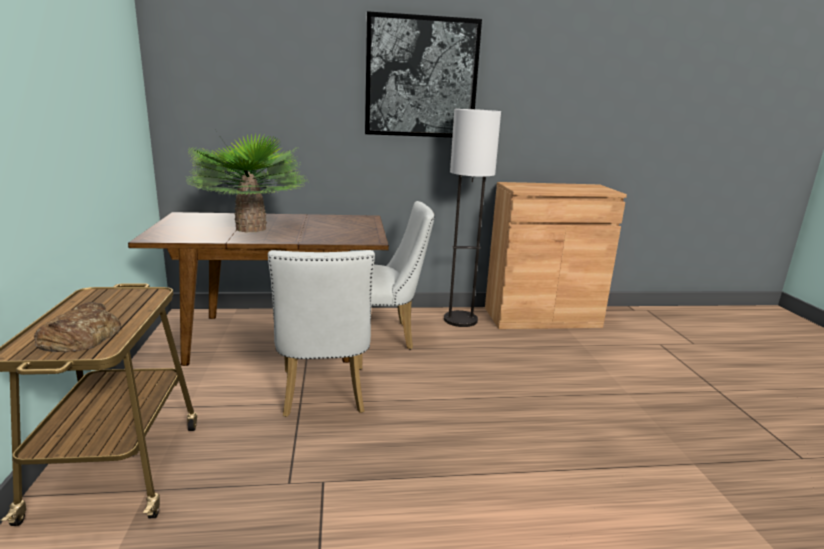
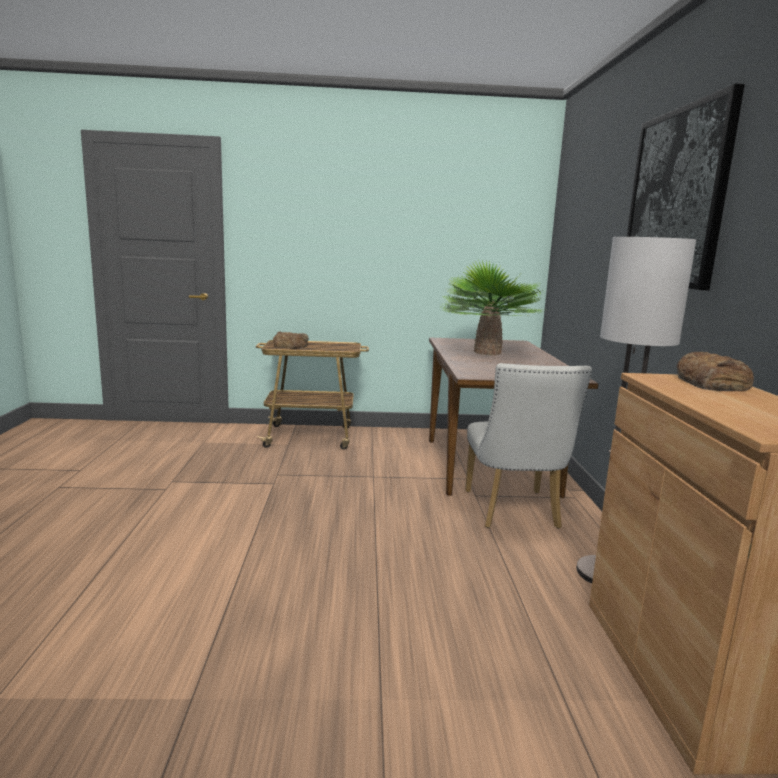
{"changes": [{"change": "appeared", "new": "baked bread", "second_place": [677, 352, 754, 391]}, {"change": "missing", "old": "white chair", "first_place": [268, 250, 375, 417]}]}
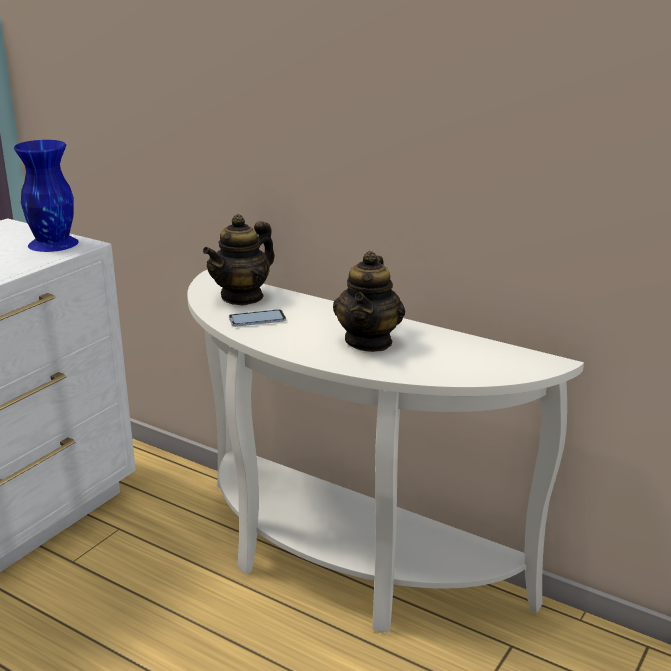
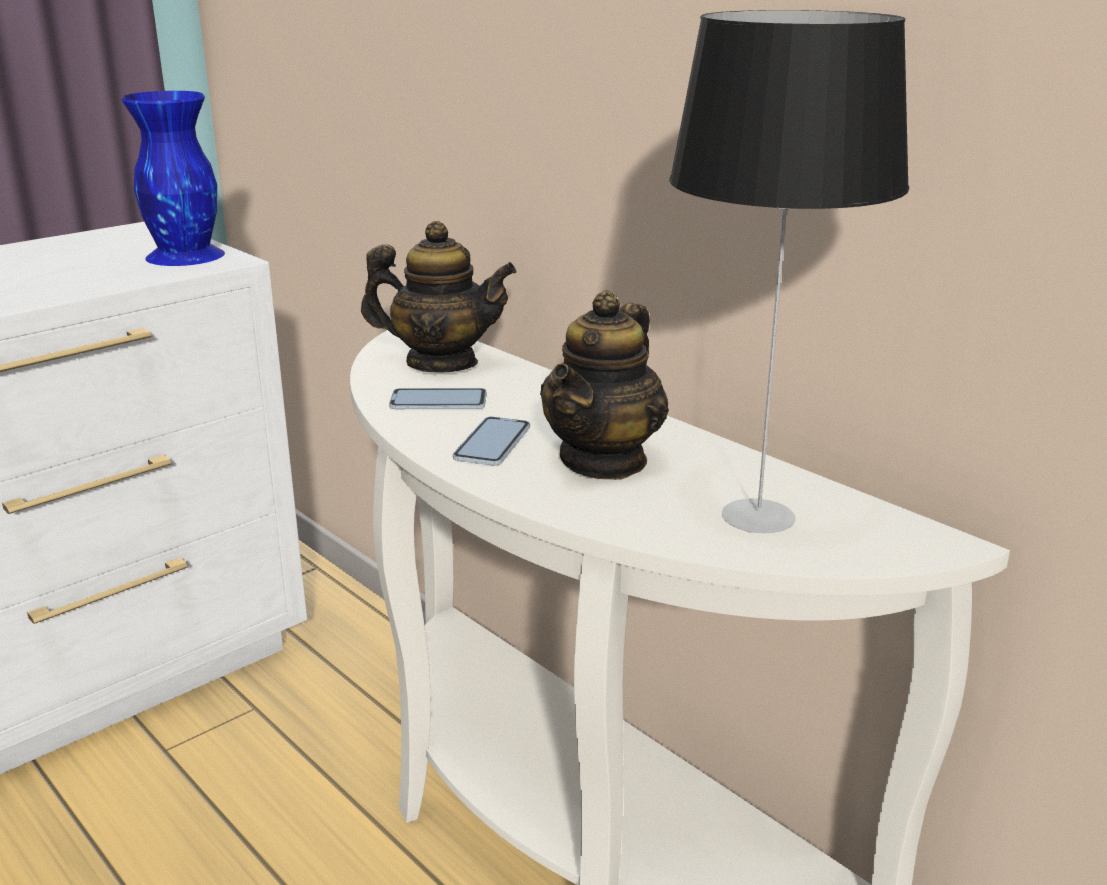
{"changes": [{"change": "spun", "old": "tea pot", "first_place": [203, 214, 275, 306], "second_place": [361, 221, 516, 373], "degrees": -135}, {"change": "appeared", "new": "telephone", "second_place": [453, 417, 530, 466]}, {"change": "appeared", "new": "lamp for a table", "second_place": [669, 10, 909, 533]}]}
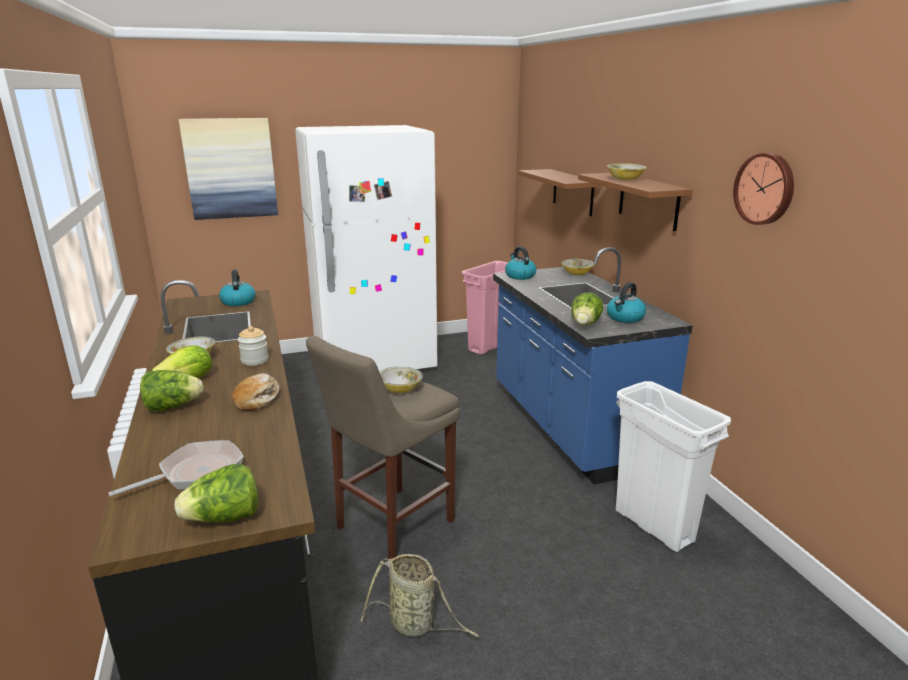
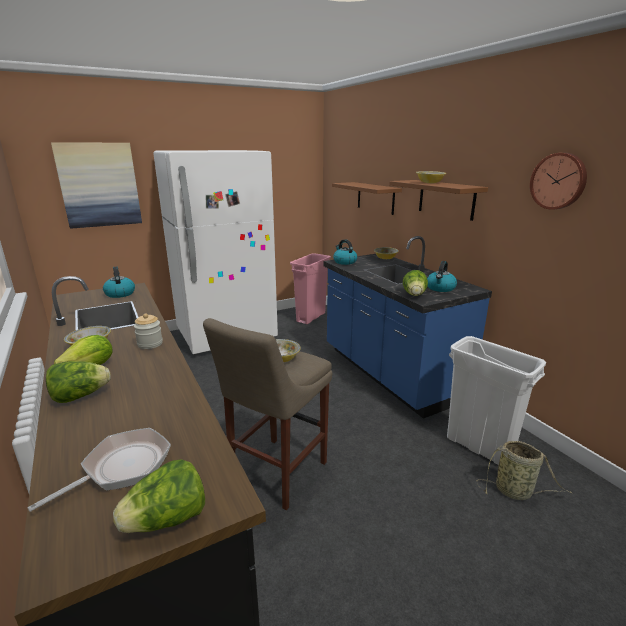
{"changes": [{"change": "relocated", "old": "storage basket", "first_place": [361, 554, 479, 637], "second_place": [476, 441, 572, 500]}, {"change": "missing", "old": "baked bread", "first_place": [232, 373, 279, 411]}]}
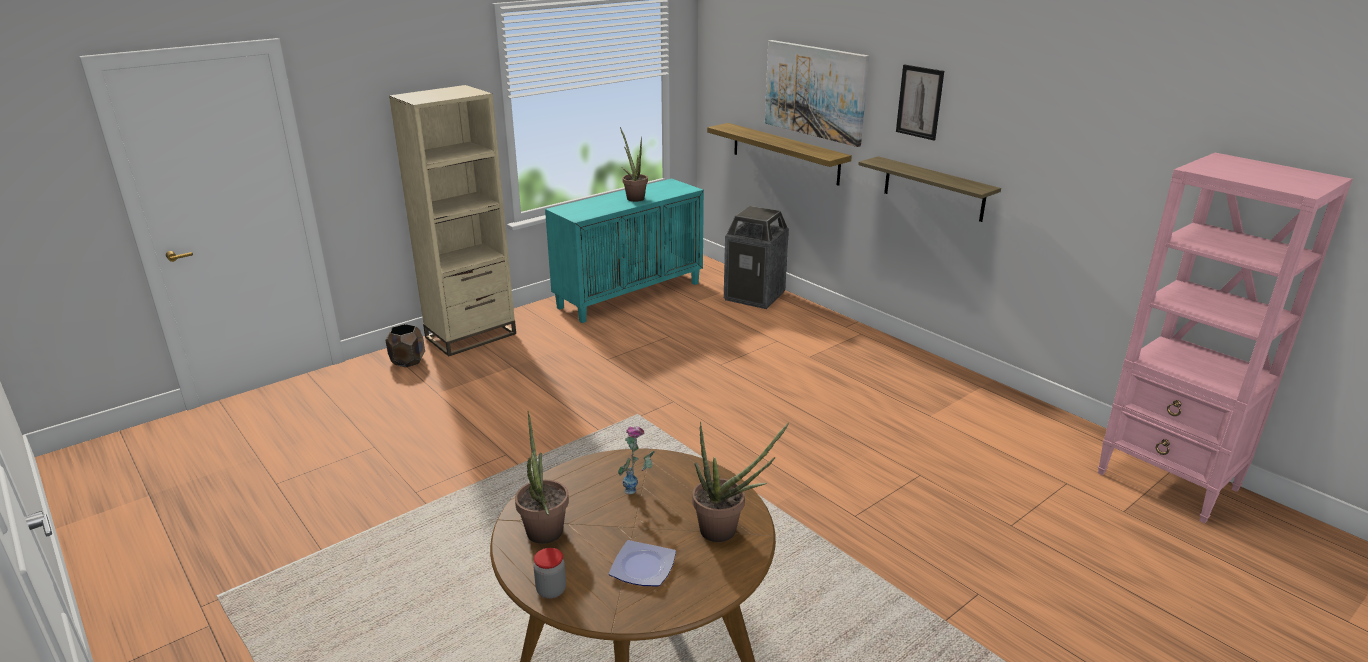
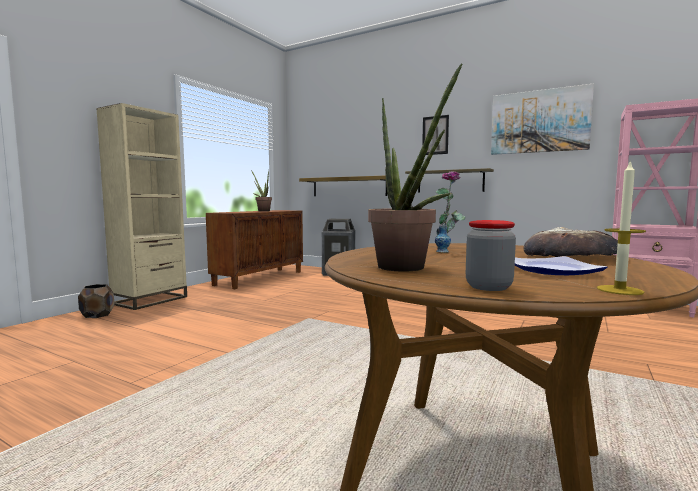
{"changes": [{"change": "colour", "old": "turquoise-coloured storage cabinet", "new": "brown storage cabinet", "first_place": [545, 178, 704, 323], "second_place": [206, 210, 303, 289]}, {"change": "relocated", "old": "wall picture", "first_place": [765, 40, 869, 147], "second_place": [491, 84, 594, 155]}, {"change": "exchanged", "old": "plant in a pot", "new": "baked bread", "first_place": [692, 422, 789, 542], "second_place": [524, 227, 618, 257]}, {"change": "appeared", "new": "candle", "second_place": [597, 160, 646, 295]}]}
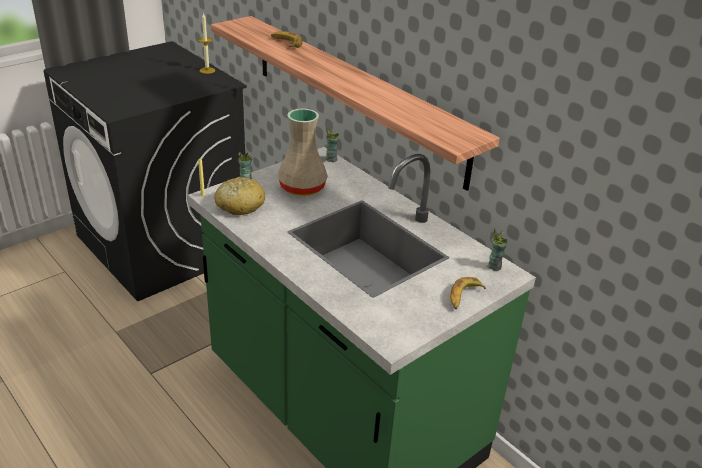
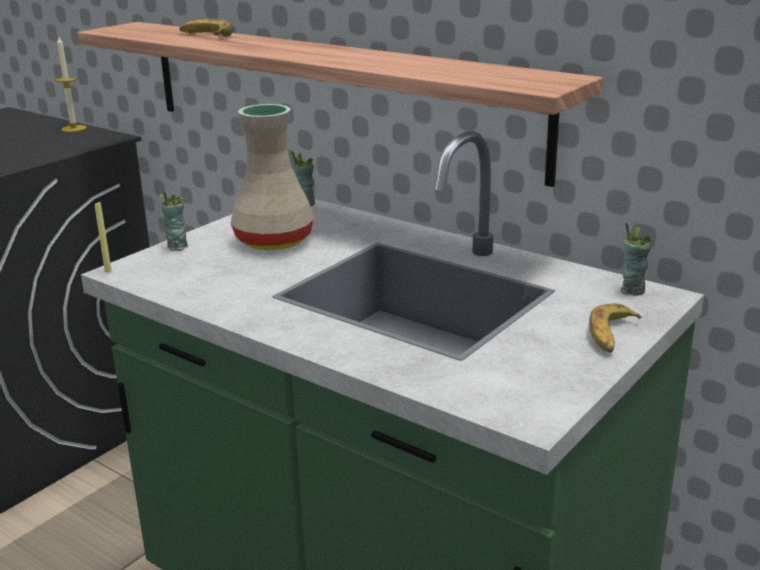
{"changes": [{"change": "missing", "old": "baked bread", "first_place": [214, 177, 265, 215]}]}
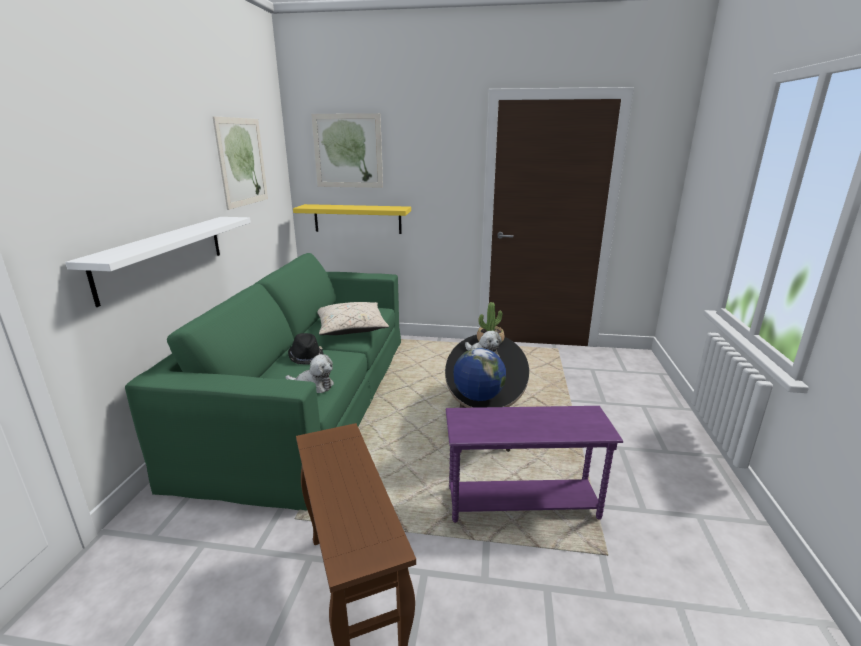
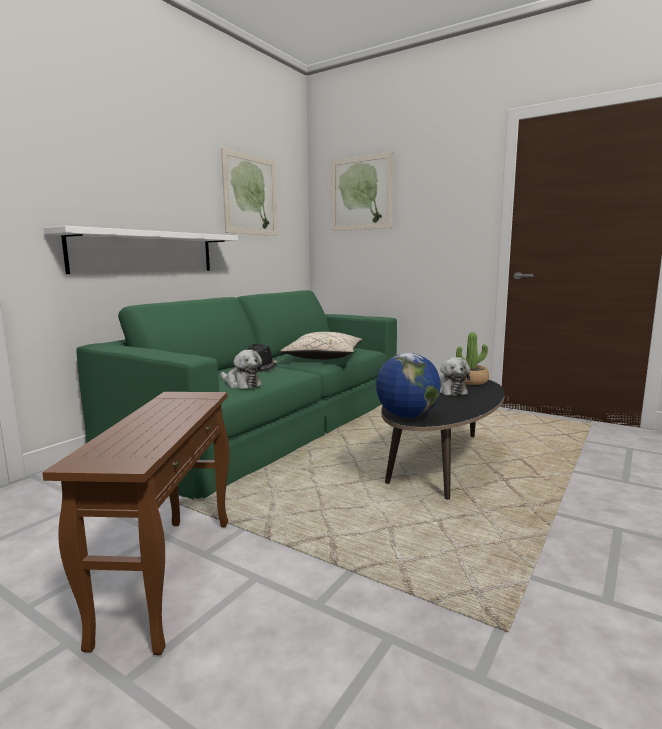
{"changes": [{"change": "missing", "old": "yellowish wall shelf", "first_place": [293, 204, 411, 234]}, {"change": "missing", "old": "purple-coloured end table", "first_place": [446, 406, 623, 523]}]}
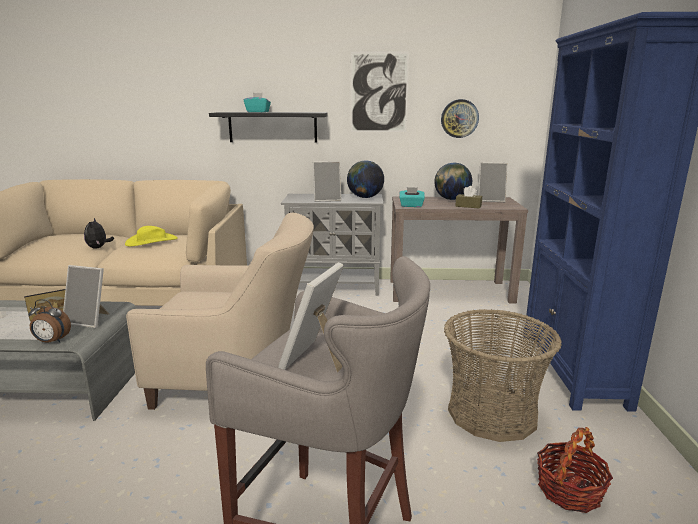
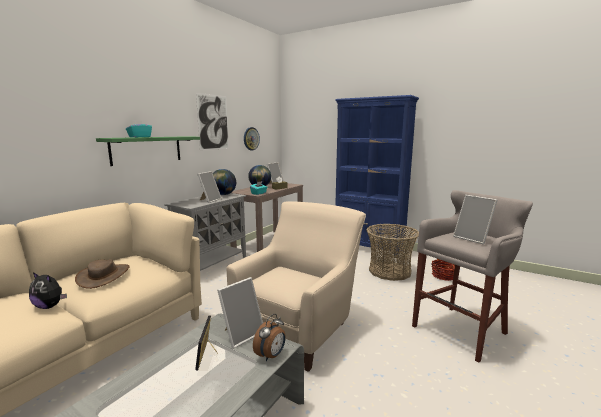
{"changes": [{"change": "colour", "old": "yellowish clothing hat", "new": "brown clothing hat", "first_place": [125, 226, 178, 246], "second_place": [75, 259, 130, 289]}, {"change": "colour", "old": "black wall shelf", "new": "greenish wall shelf", "first_place": [209, 112, 328, 143], "second_place": [96, 136, 200, 166]}]}
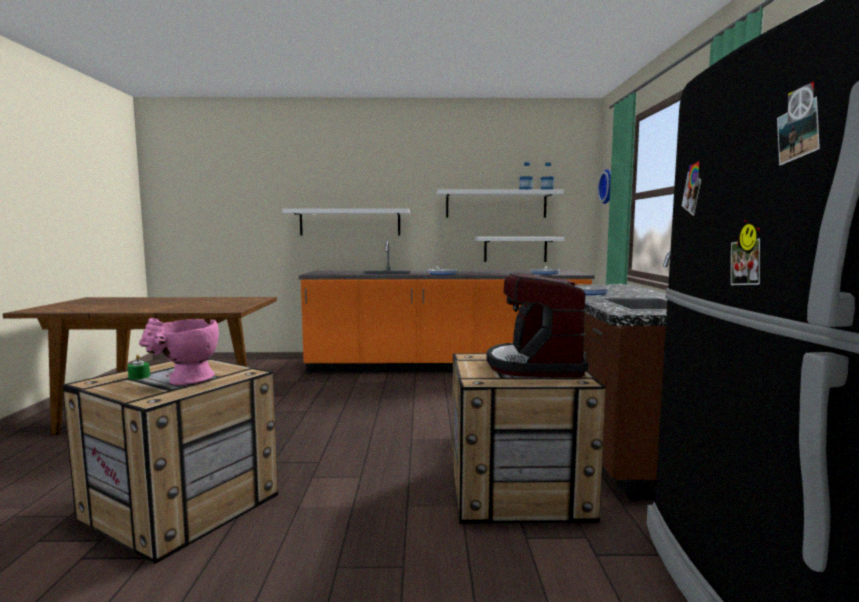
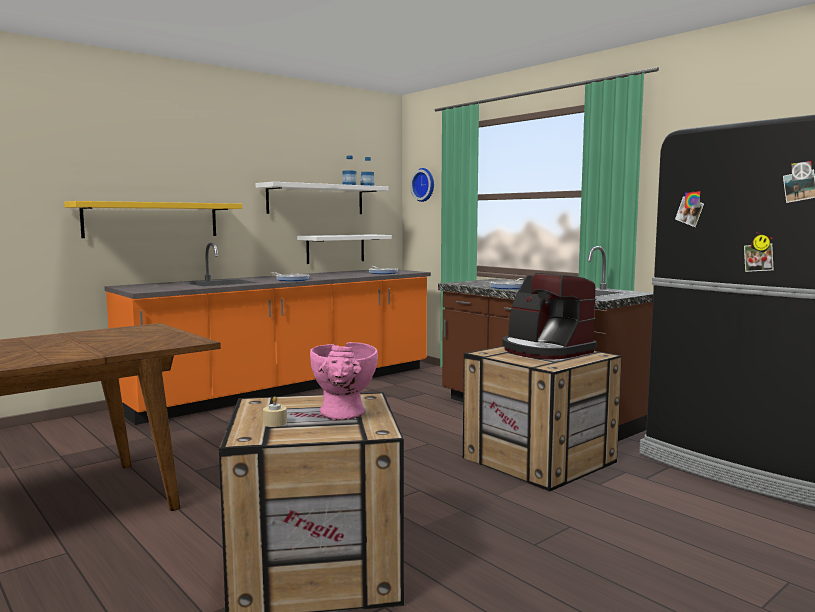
{"changes": [{"change": "colour", "old": "white wall shelf", "new": "yellowish wall shelf", "first_place": [282, 209, 410, 236], "second_place": [64, 201, 242, 238]}, {"change": "colour", "old": "greenish candle", "new": "sand-coloured candle", "first_place": [128, 355, 150, 379], "second_place": [263, 396, 287, 427]}]}
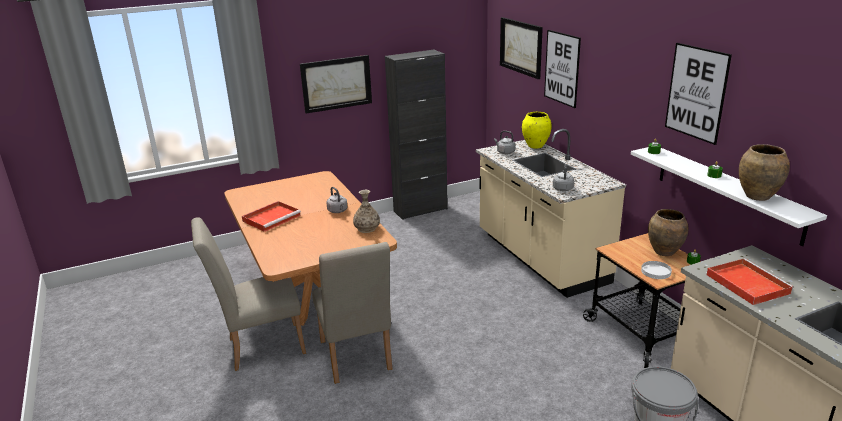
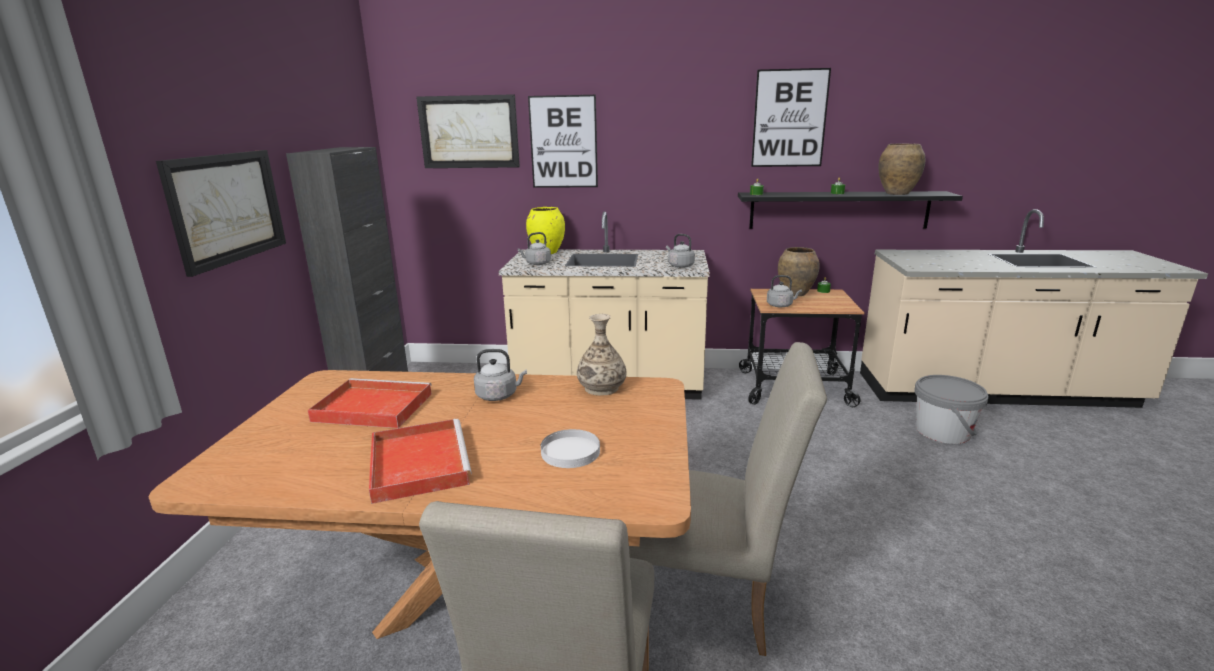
{"changes": [{"change": "relocated", "old": "reddish tray", "first_place": [707, 258, 794, 305], "second_place": [308, 378, 432, 428]}, {"change": "relocated", "old": "white flat dish", "first_place": [641, 261, 672, 279], "second_place": [541, 429, 600, 468]}, {"change": "colour", "old": "white wall shelf", "new": "black wall shelf", "first_place": [631, 147, 827, 246], "second_place": [738, 191, 963, 229]}, {"change": "appeared", "new": "grey water kettle", "second_place": [767, 275, 802, 308]}]}
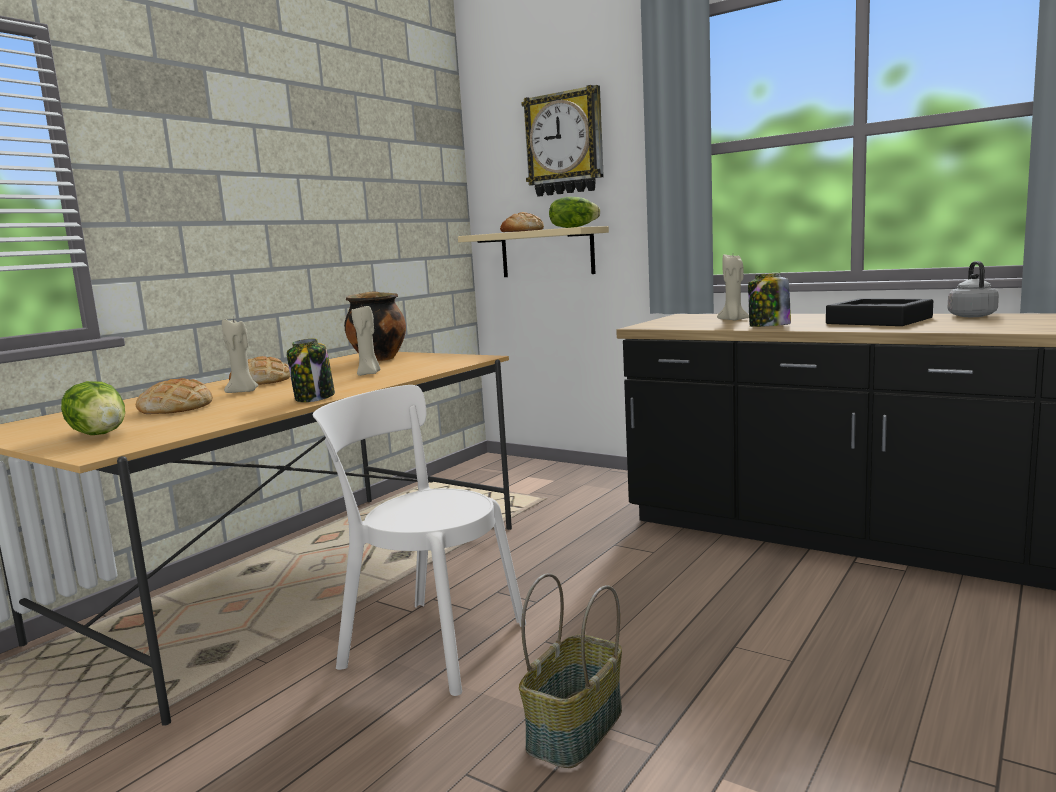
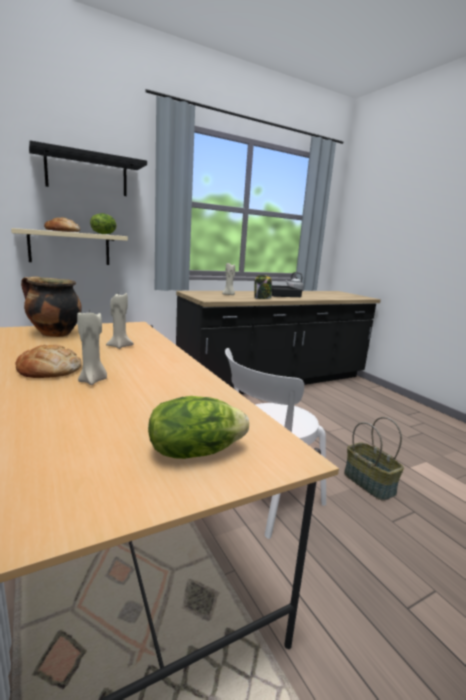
{"changes": [{"change": "exchanged", "old": "wall clock", "new": "black wall shelf", "first_place": [521, 85, 604, 196], "second_place": [29, 140, 147, 196]}, {"change": "missing", "old": "baked bread", "first_place": [136, 378, 213, 414]}, {"change": "missing", "old": "storage jar", "first_place": [287, 338, 335, 402]}]}
